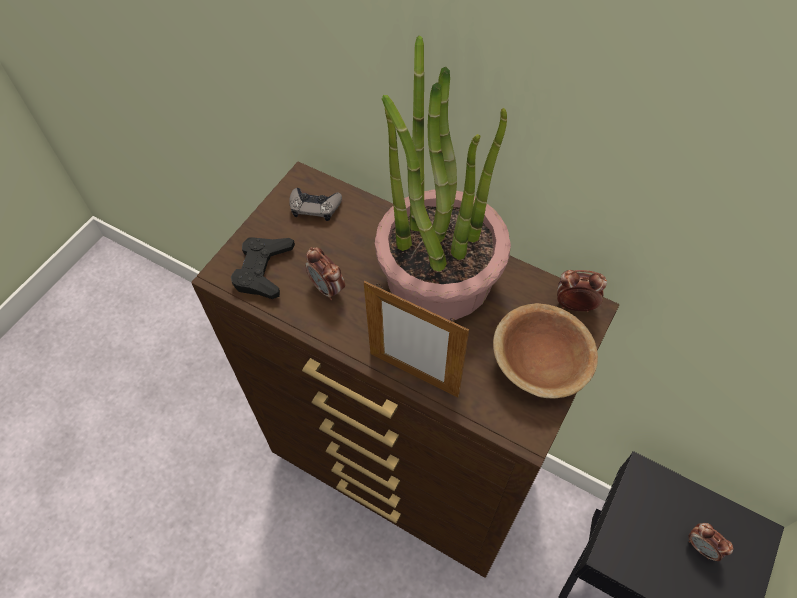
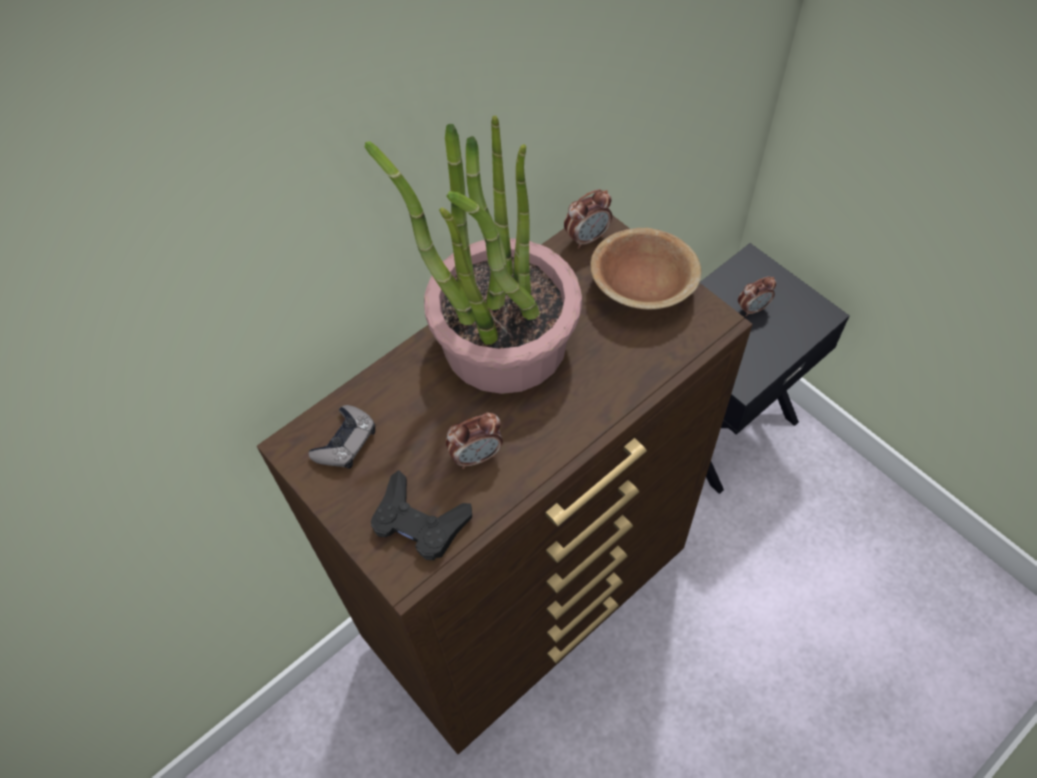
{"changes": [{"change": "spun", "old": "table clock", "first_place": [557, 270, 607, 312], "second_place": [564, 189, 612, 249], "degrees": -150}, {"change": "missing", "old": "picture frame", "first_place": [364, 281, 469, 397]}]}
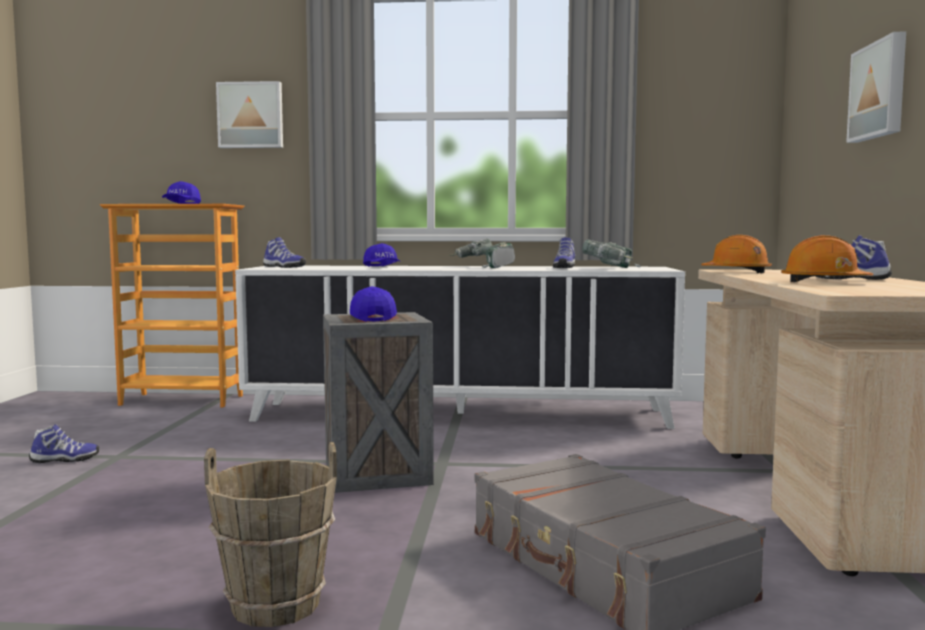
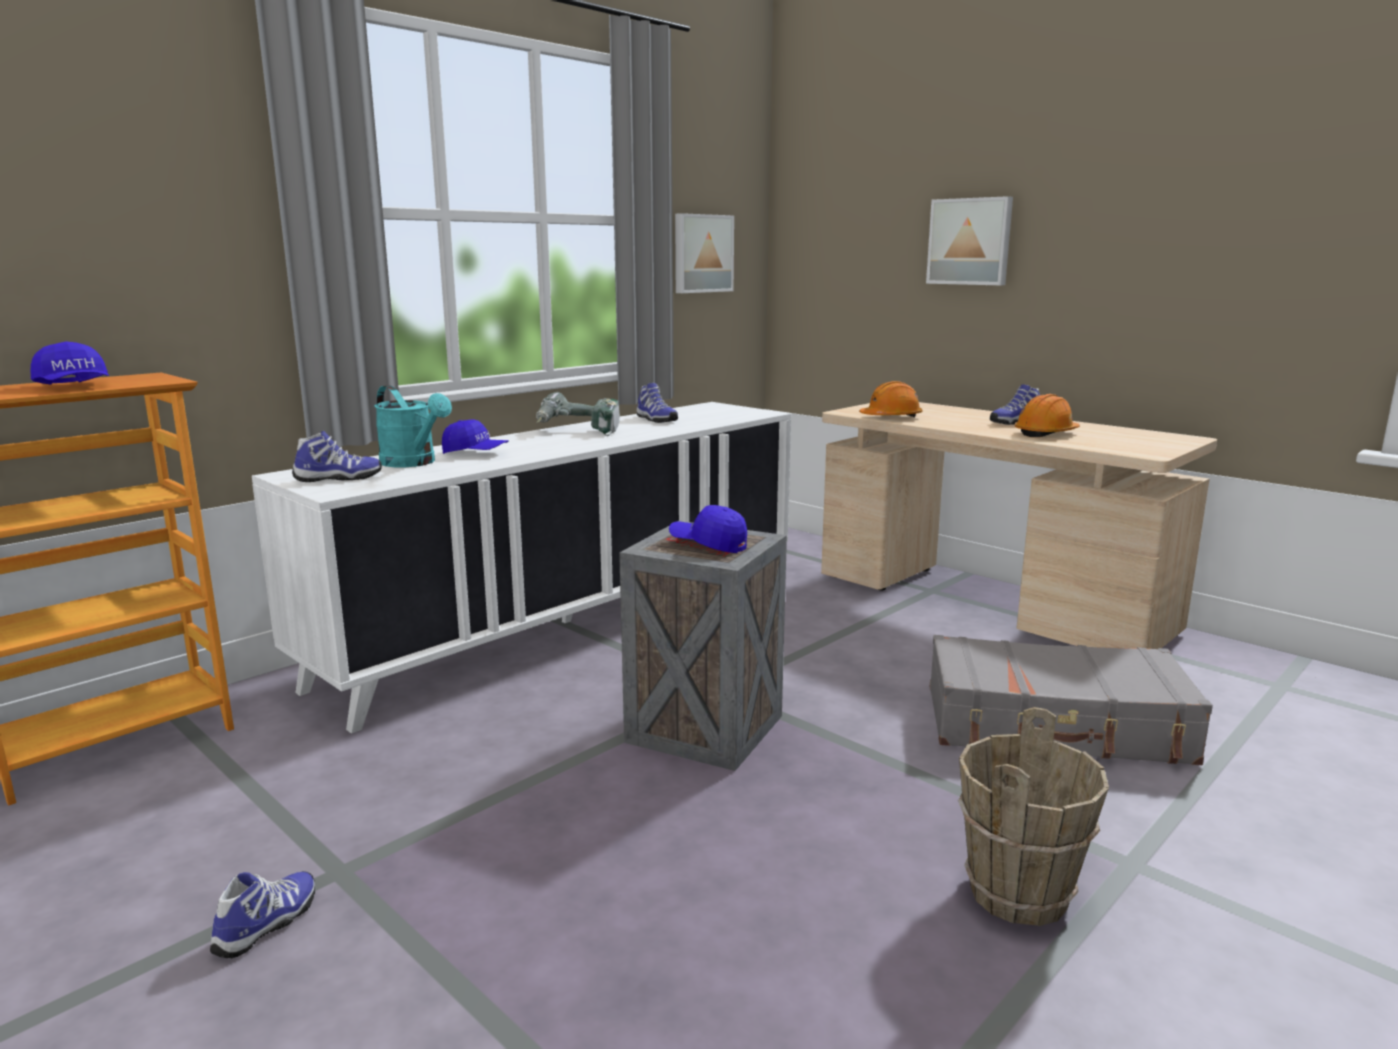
{"changes": [{"change": "appeared", "new": "turquoise-coloured watering can", "second_place": [374, 385, 452, 467]}, {"change": "relocated", "old": "wall picture", "first_place": [216, 81, 283, 148], "second_place": [675, 213, 734, 293]}, {"change": "missing", "old": "drill", "first_place": [582, 239, 641, 268]}]}
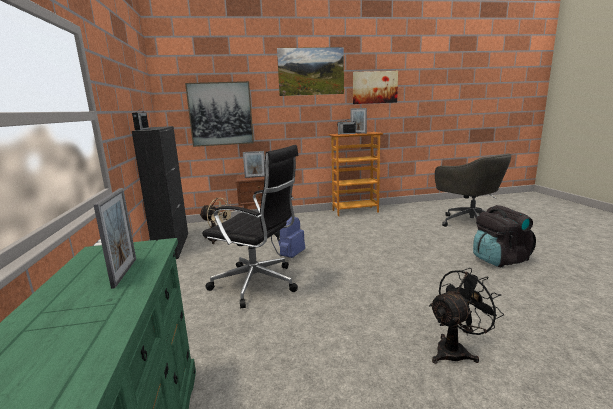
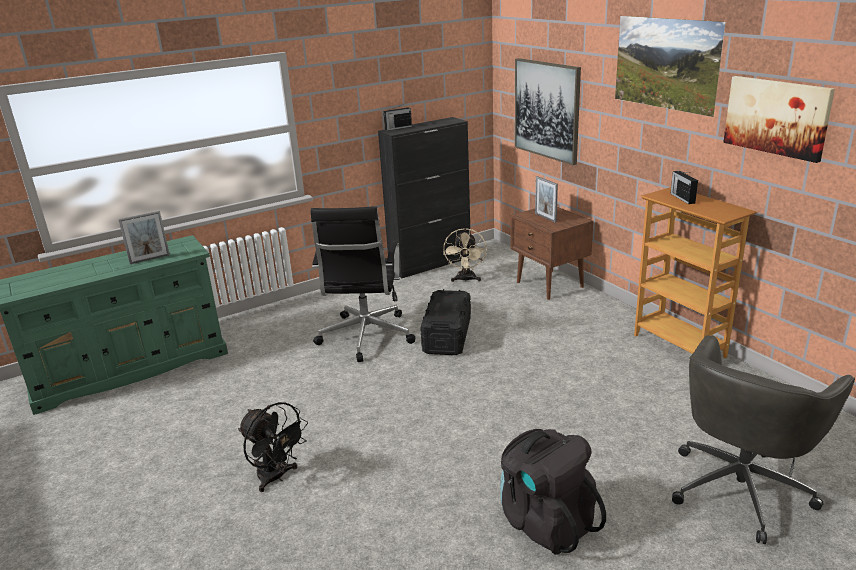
{"changes": [{"change": "exchanged", "old": "blue-coloured knapsack", "new": "black storage box", "first_place": [271, 217, 305, 258], "second_place": [420, 289, 471, 355]}, {"change": "missing", "old": "picture frame", "first_place": [350, 108, 367, 134]}]}
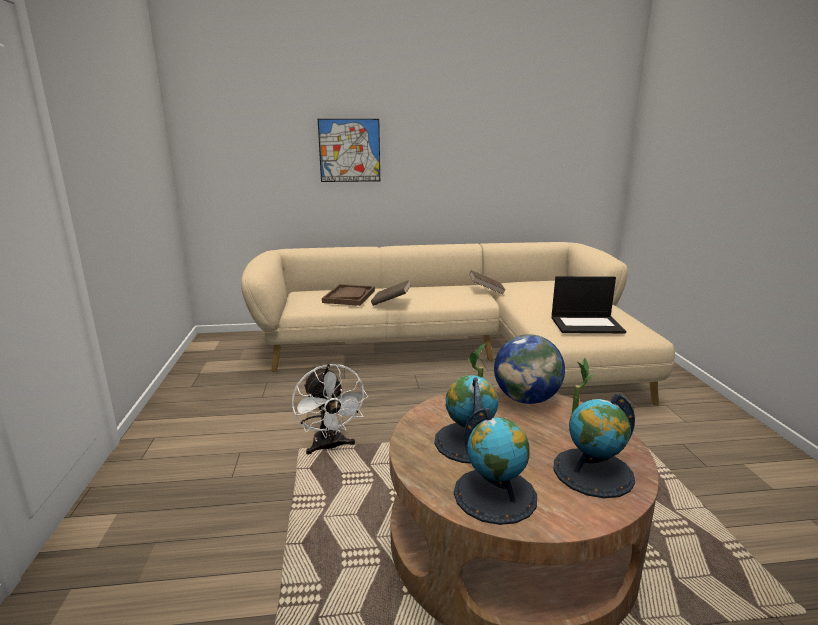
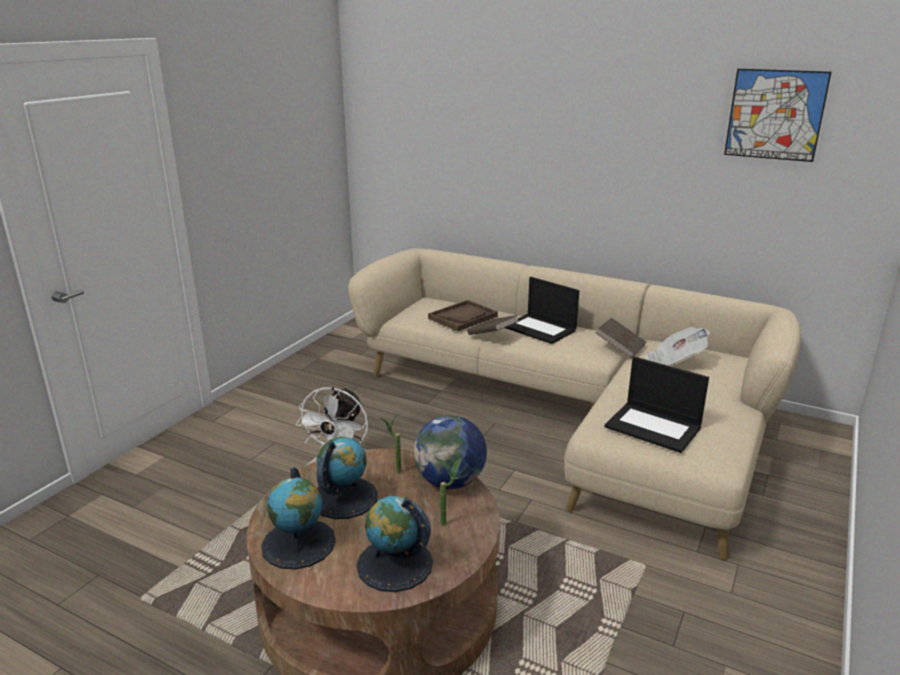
{"changes": [{"change": "appeared", "new": "notebook computer", "second_place": [505, 277, 579, 344]}, {"change": "appeared", "new": "newspaper", "second_place": [645, 327, 710, 366]}, {"change": "relocated", "old": "wall picture", "first_place": [318, 119, 380, 182], "second_place": [724, 69, 832, 162]}]}
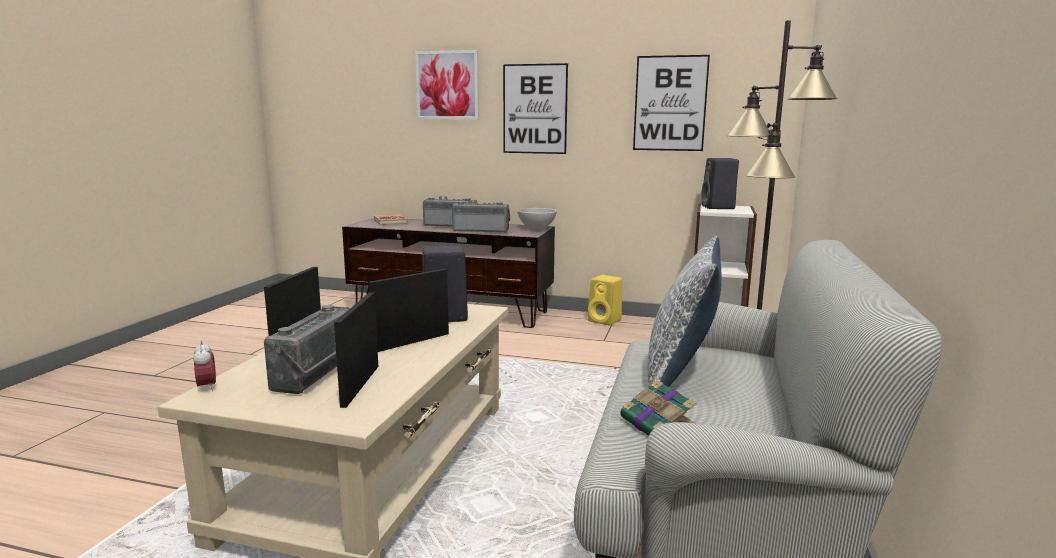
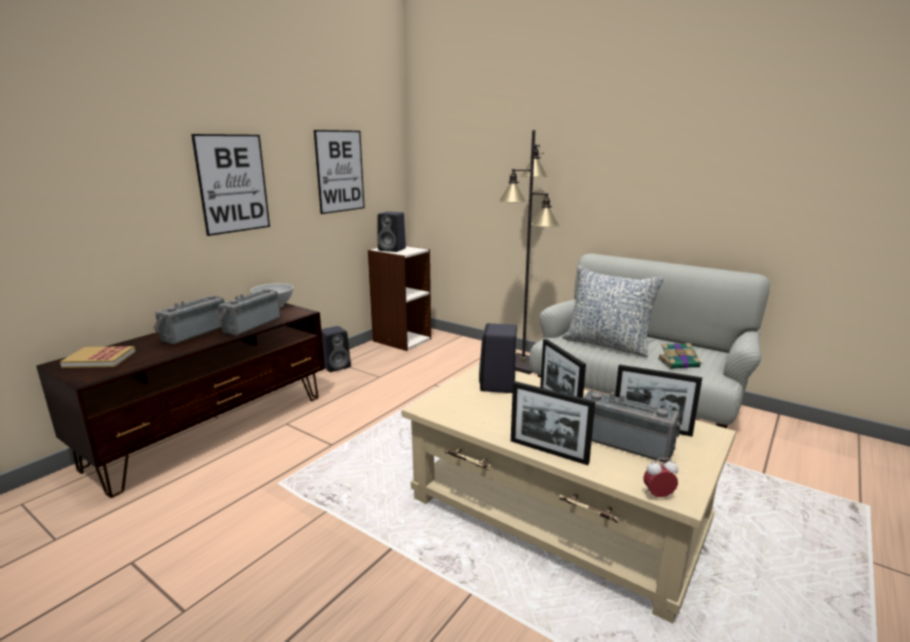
{"changes": [{"change": "colour", "old": "yellowish speaker", "new": "black speaker", "first_place": [588, 275, 622, 325], "second_place": [321, 326, 351, 372]}, {"change": "missing", "old": "wall picture", "first_place": [415, 50, 479, 119]}]}
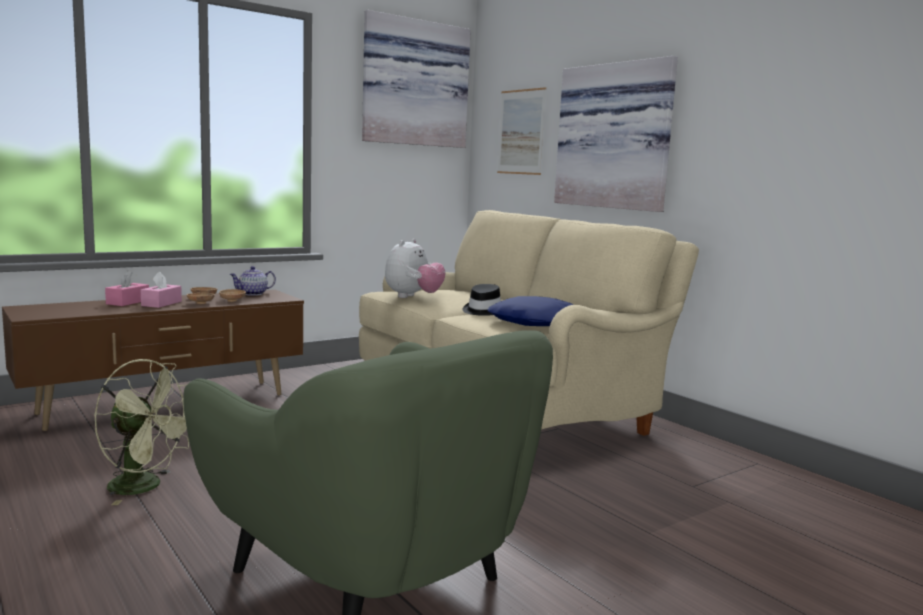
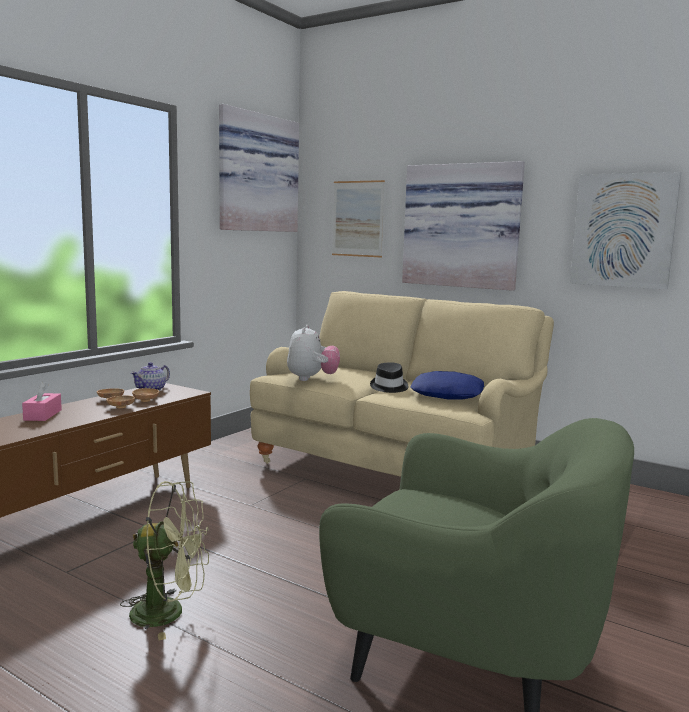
{"changes": [{"change": "appeared", "new": "wall picture", "second_place": [570, 172, 681, 290]}, {"change": "missing", "old": "pinkish tissue holder", "first_place": [141, 272, 182, 308]}]}
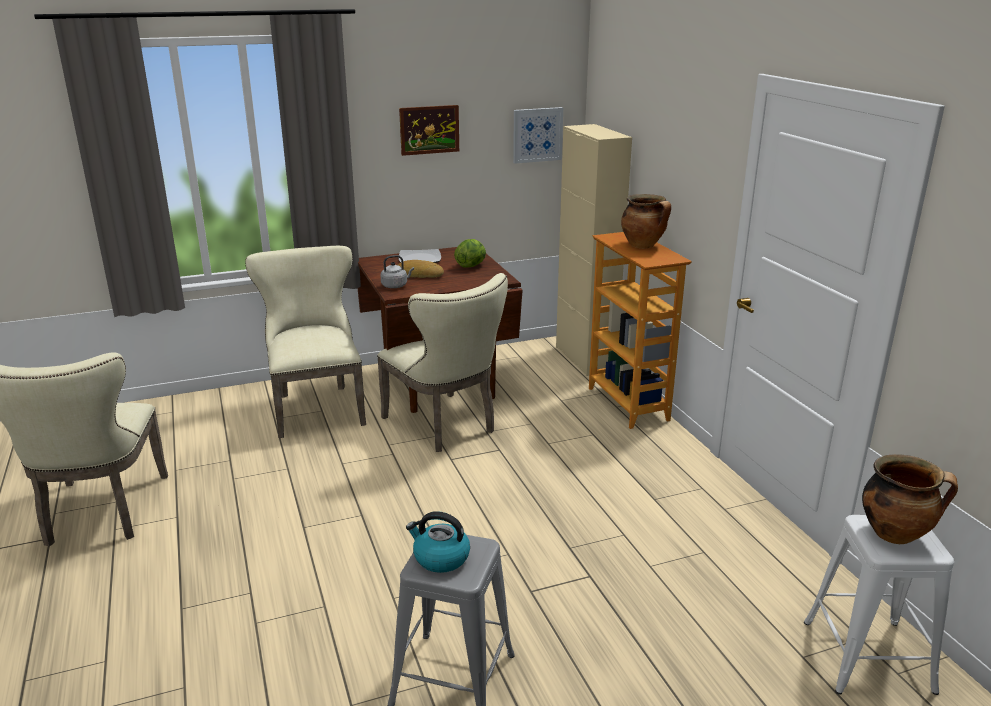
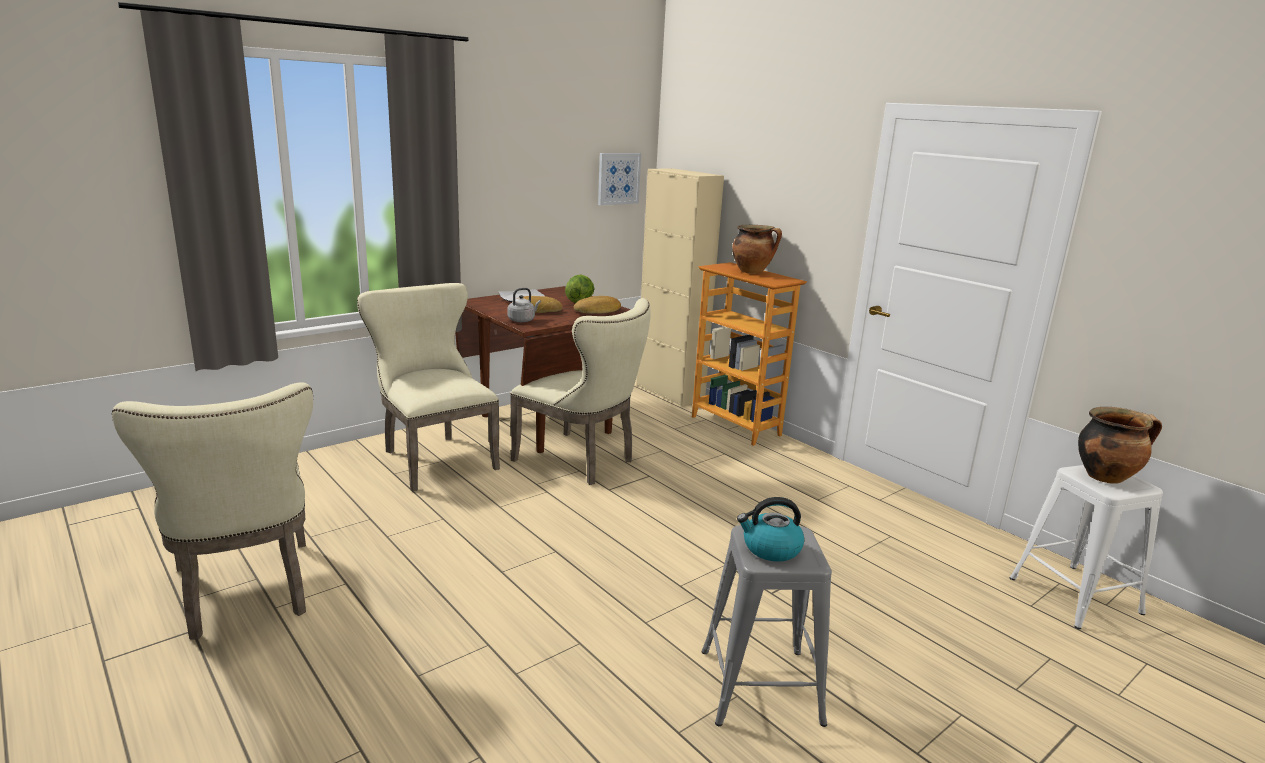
{"changes": [{"change": "appeared", "new": "baked bread", "second_place": [574, 296, 621, 314]}, {"change": "missing", "old": "wall picture", "first_place": [399, 105, 459, 156]}]}
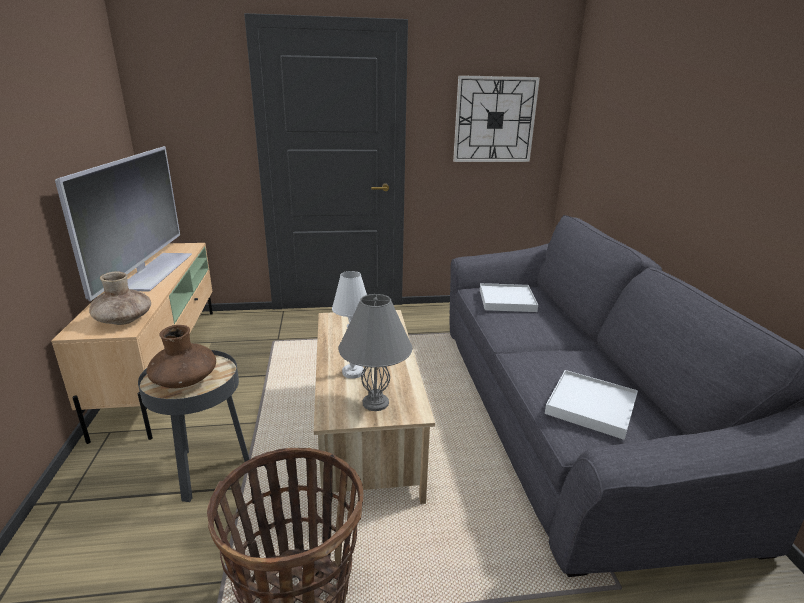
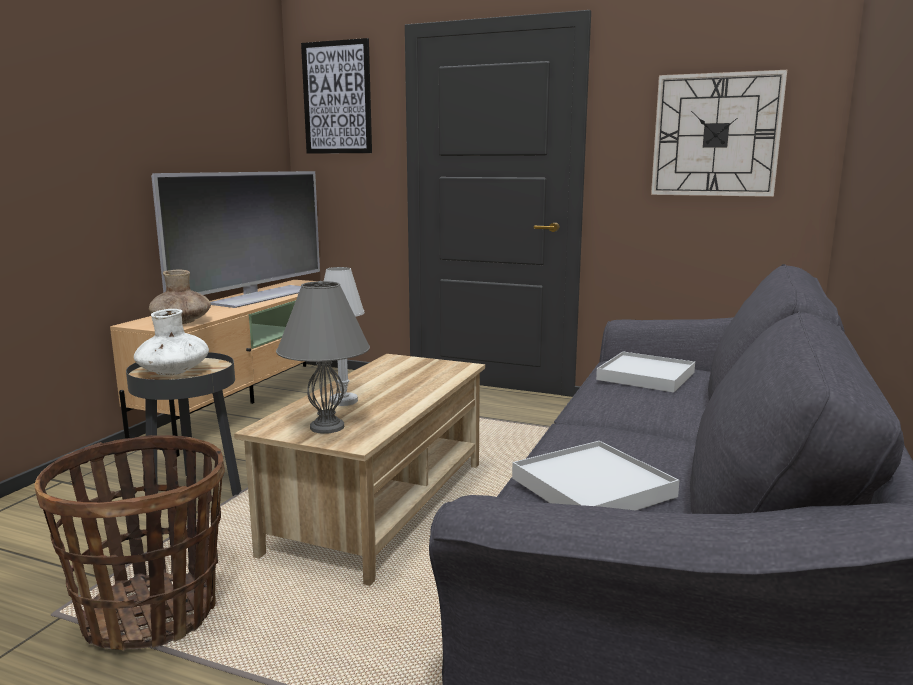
{"changes": [{"change": "colour", "old": "brown flower vase", "new": "white flower vase", "first_place": [146, 325, 216, 388], "second_place": [134, 309, 209, 375]}, {"change": "appeared", "new": "wall picture", "second_place": [301, 38, 372, 154]}]}
